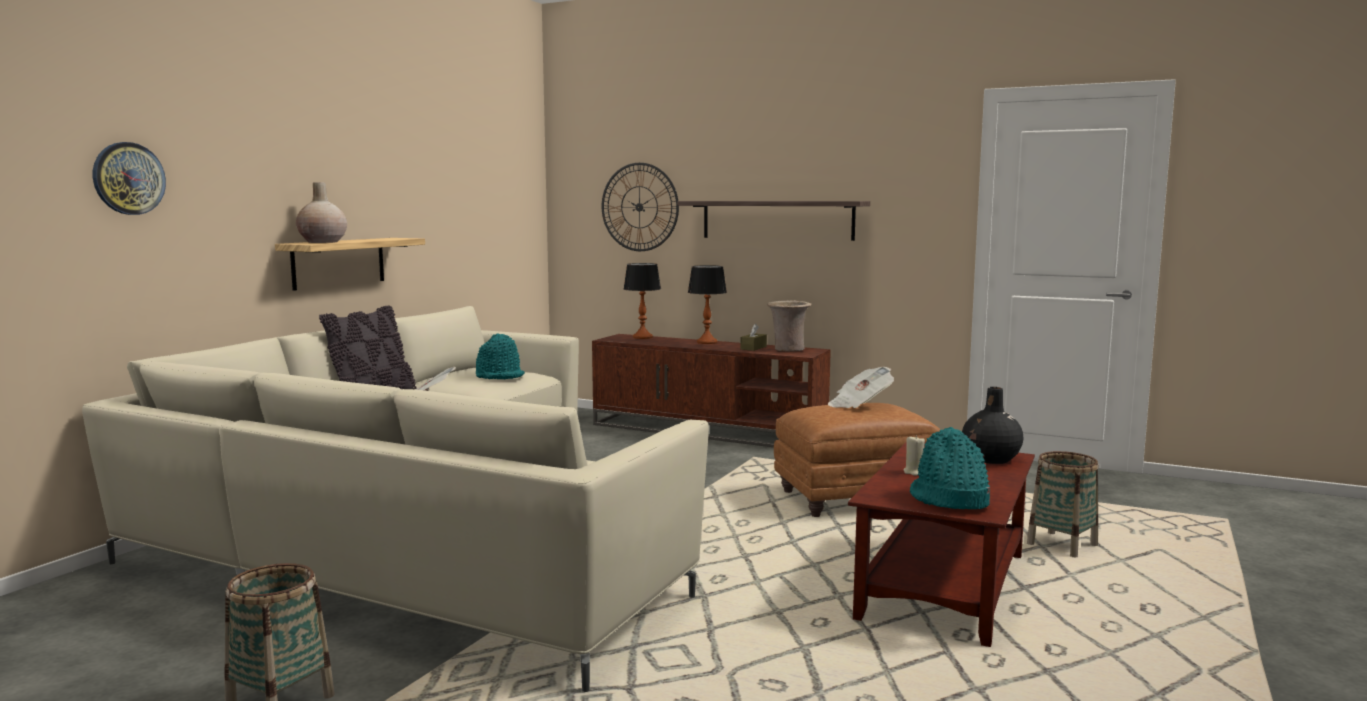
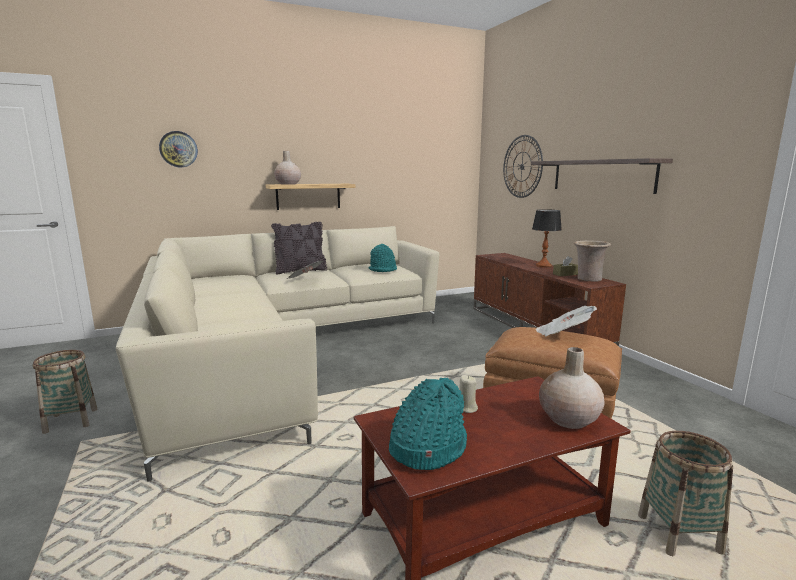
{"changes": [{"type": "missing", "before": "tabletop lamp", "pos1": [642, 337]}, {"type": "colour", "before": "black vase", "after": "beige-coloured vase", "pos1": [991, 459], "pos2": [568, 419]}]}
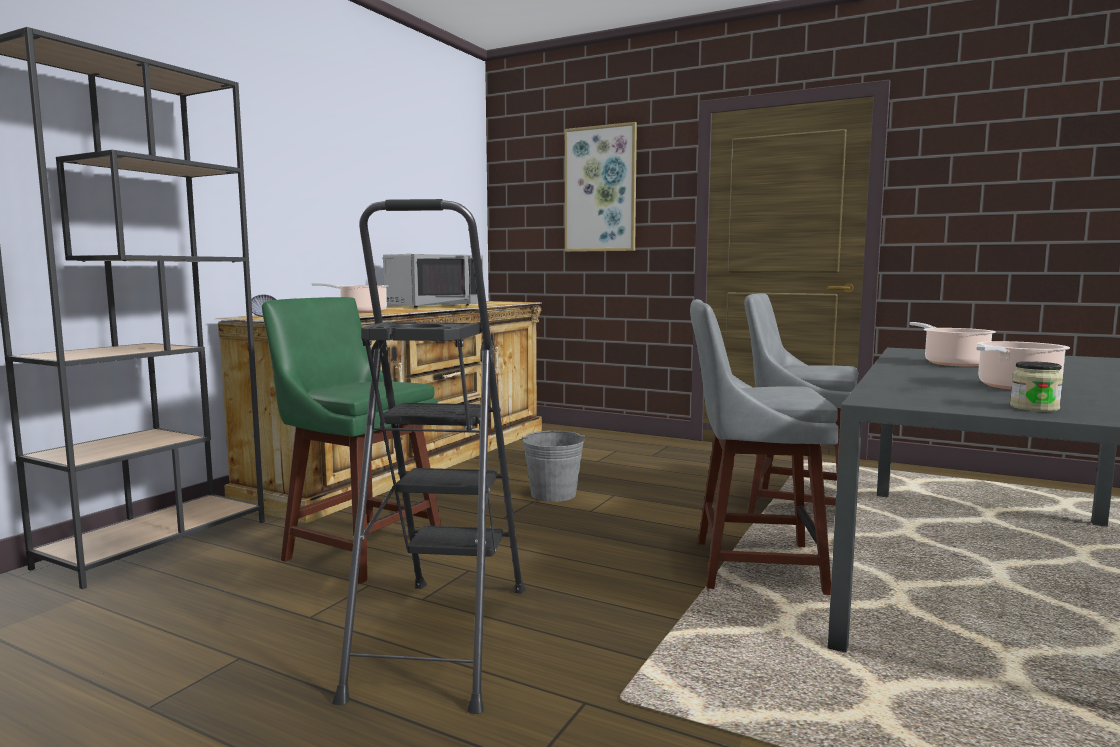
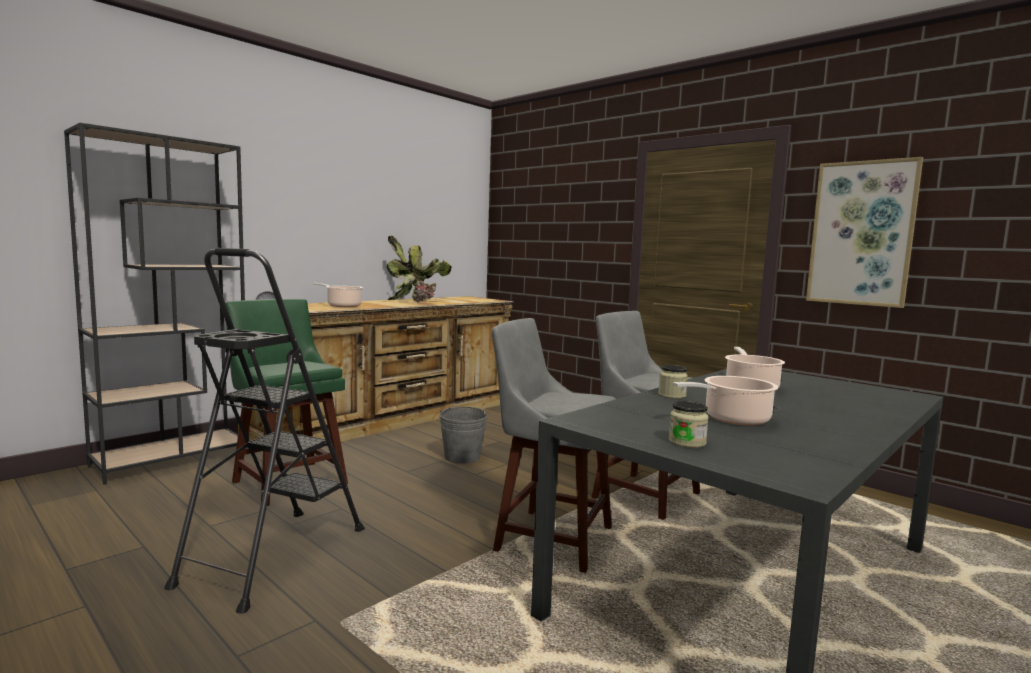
{"changes": [{"type": "exchanged", "before": "grey microwave", "after": "houseplant", "pos1": [434, 306], "pos2": [416, 301]}, {"type": "relocated", "before": "wall art", "pos1": [600, 189], "pos2": [861, 233]}, {"type": "appeared", "after": "storage jar", "pos2": [672, 395]}]}
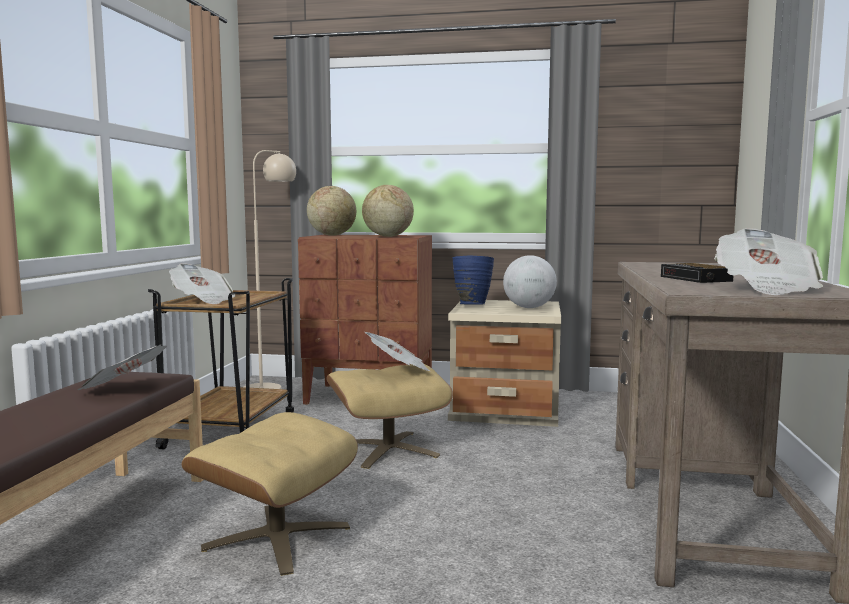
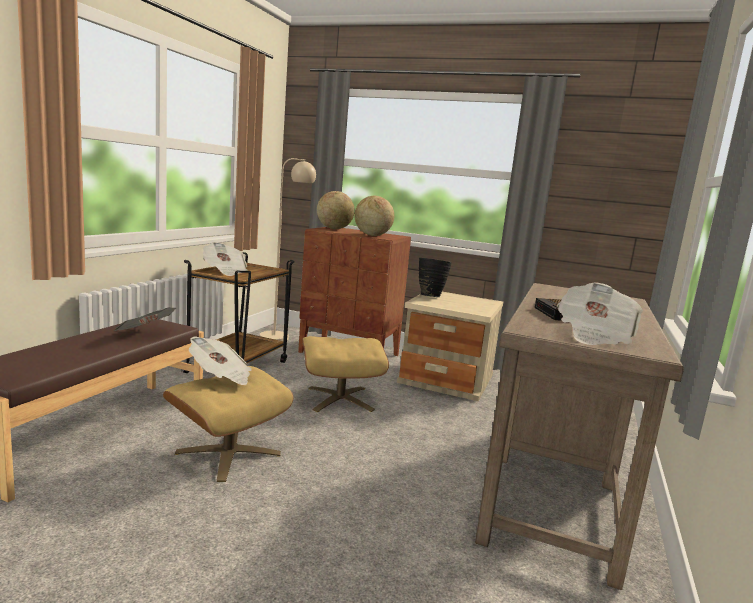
{"changes": [{"type": "relocated", "before": "daily paper", "pos1": [398, 369], "pos2": [221, 376]}, {"type": "colour", "before": "bluish vase", "after": "black vase", "pos1": [472, 305], "pos2": [430, 296]}, {"type": "missing", "before": "globe", "pos1": [529, 307]}]}
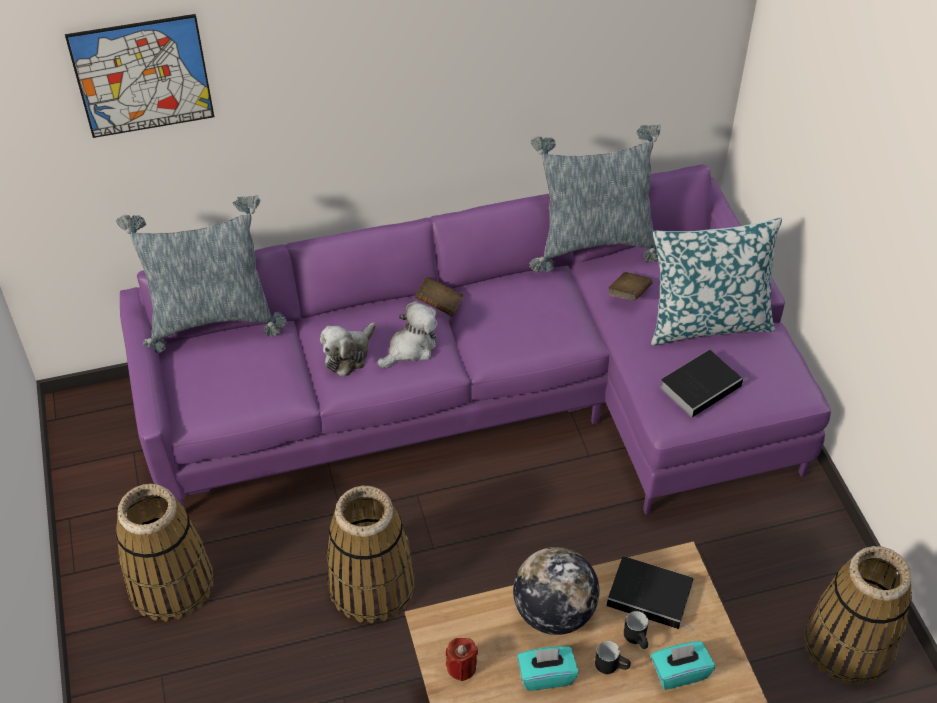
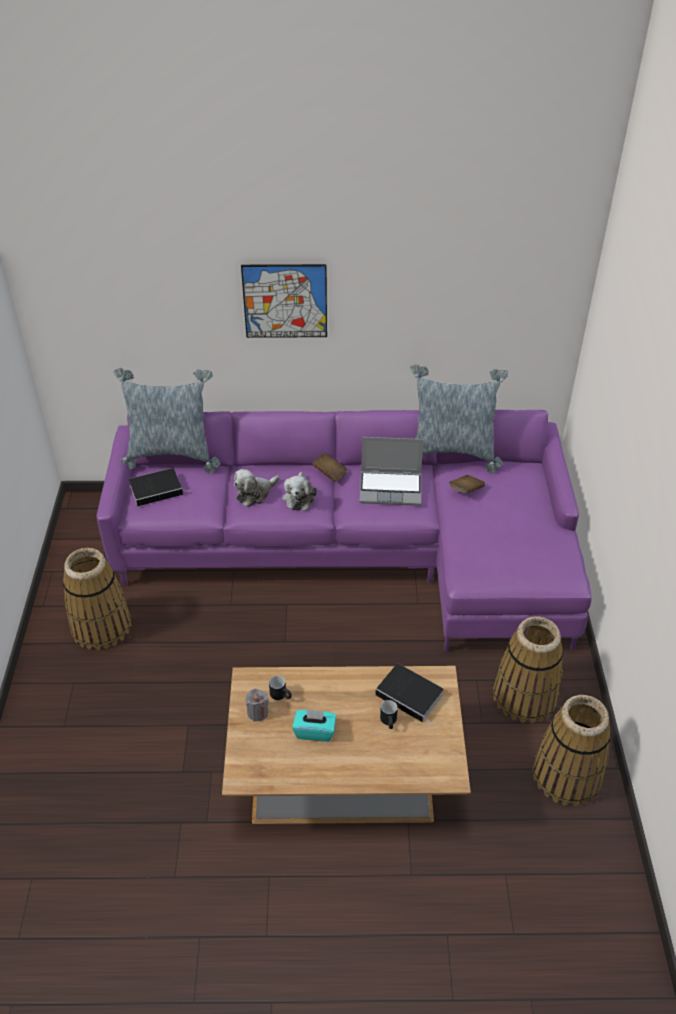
{"changes": [{"type": "relocated", "before": "wall art", "pos1": [142, 76], "pos2": [285, 301]}, {"type": "relocated", "before": "household basket", "pos1": [372, 585], "pos2": [525, 696]}, {"type": "spun", "before": "cuddly toy", "pos1": [411, 348], "pos2": [299, 497], "turn": 120}, {"type": "colour", "before": "red wax light", "after": "grey wax light", "pos1": [461, 667], "pos2": [257, 712]}, {"type": "missing", "before": "globe", "pos1": [553, 612]}, {"type": "relocated", "before": "black tea mug", "pos1": [612, 665], "pos2": [281, 695]}, {"type": "missing", "before": "pillow", "pos1": [707, 322]}, {"type": "missing", "before": "turquoise-coloured tissue holder", "pos1": [679, 672]}, {"type": "relocated", "before": "book", "pos1": [701, 385], "pos2": [157, 489]}, {"type": "appeared", "after": "notebook computer", "pos2": [391, 488]}]}
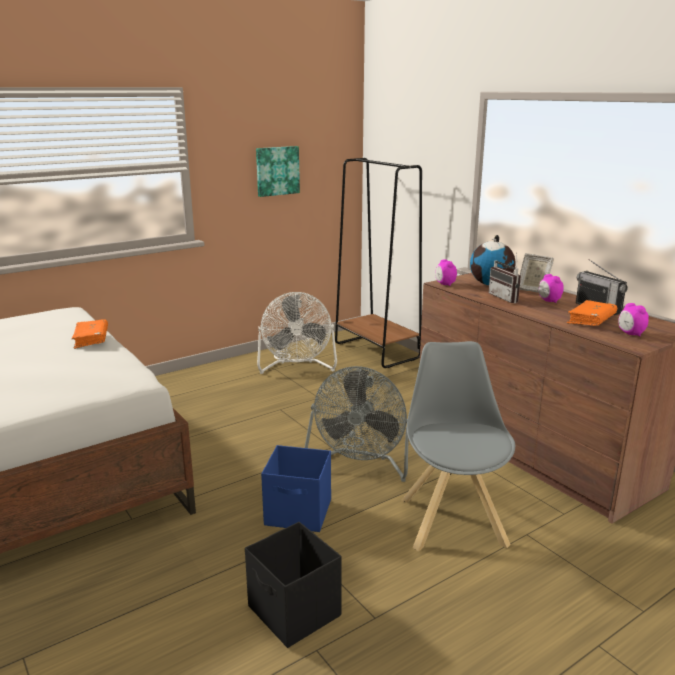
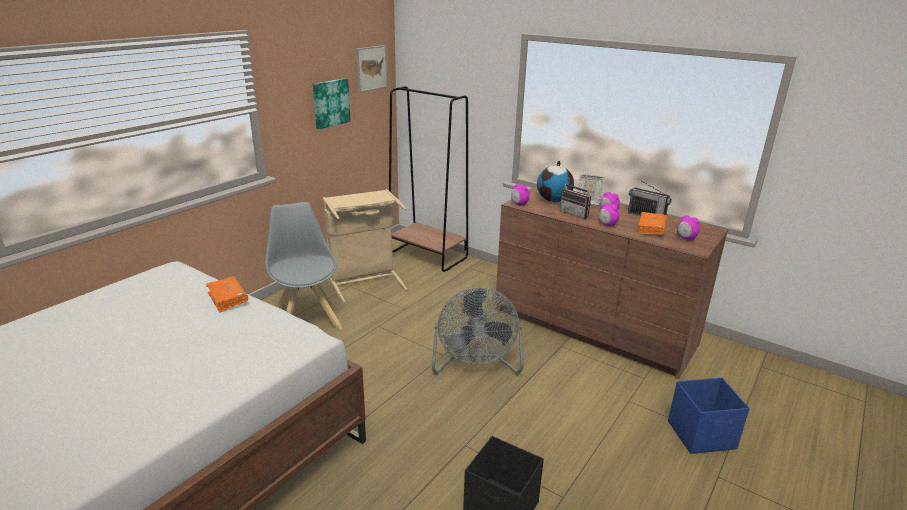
{"changes": [{"type": "exchanged", "before": "white electric fan", "after": "beige-coloured laundry basket", "pos1": [294, 366], "pos2": [365, 281]}, {"type": "relocated", "before": "bluish storage bin", "pos1": [299, 513], "pos2": [702, 435]}, {"type": "relocated", "before": "grey plain chair", "pos1": [452, 519], "pos2": [307, 320]}, {"type": "appeared", "after": "wall art", "pos2": [371, 68]}, {"type": "appeared", "after": "alarm clock", "pos2": [607, 225]}]}
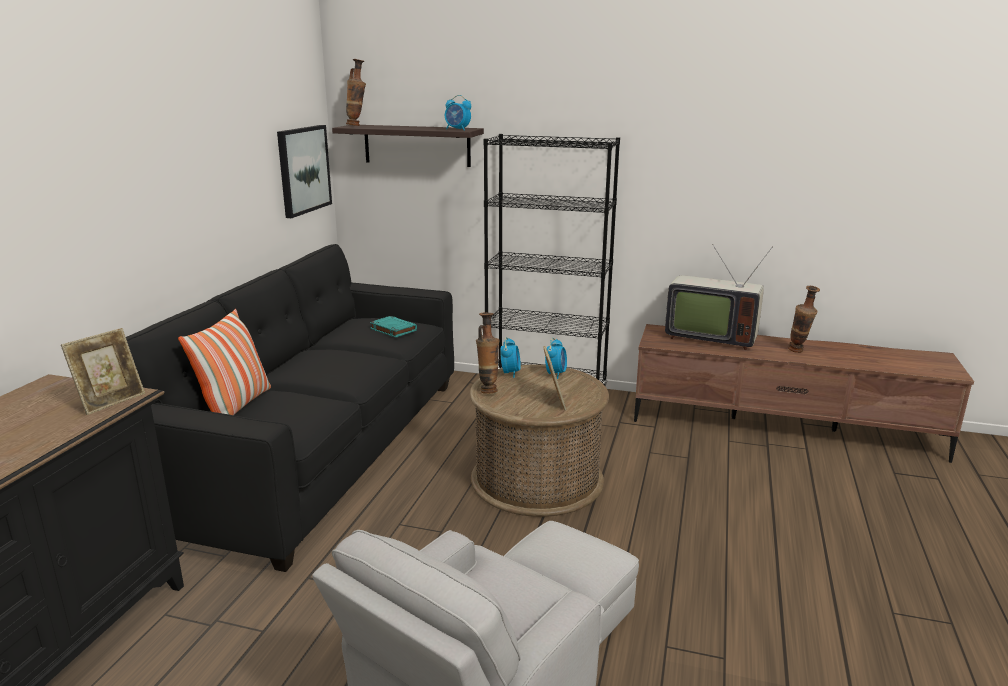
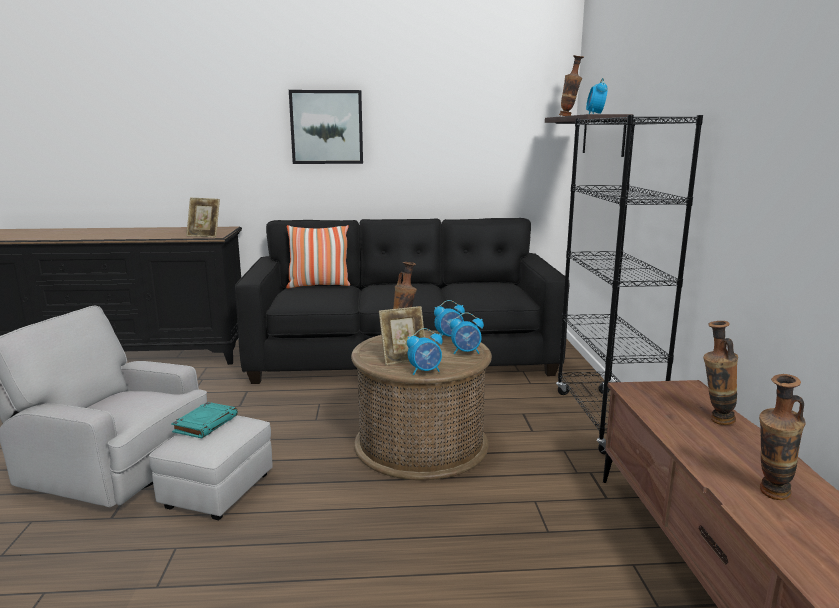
{"changes": [{"type": "relocated", "before": "wall art", "pos1": [303, 170], "pos2": [326, 127]}, {"type": "relocated", "before": "turquoise-coloured book", "pos1": [393, 329], "pos2": [206, 423]}, {"type": "exchanged", "before": "TV set", "after": "vase", "pos1": [710, 337], "pos2": [714, 421]}, {"type": "appeared", "after": "alarm clock", "pos2": [425, 371]}]}
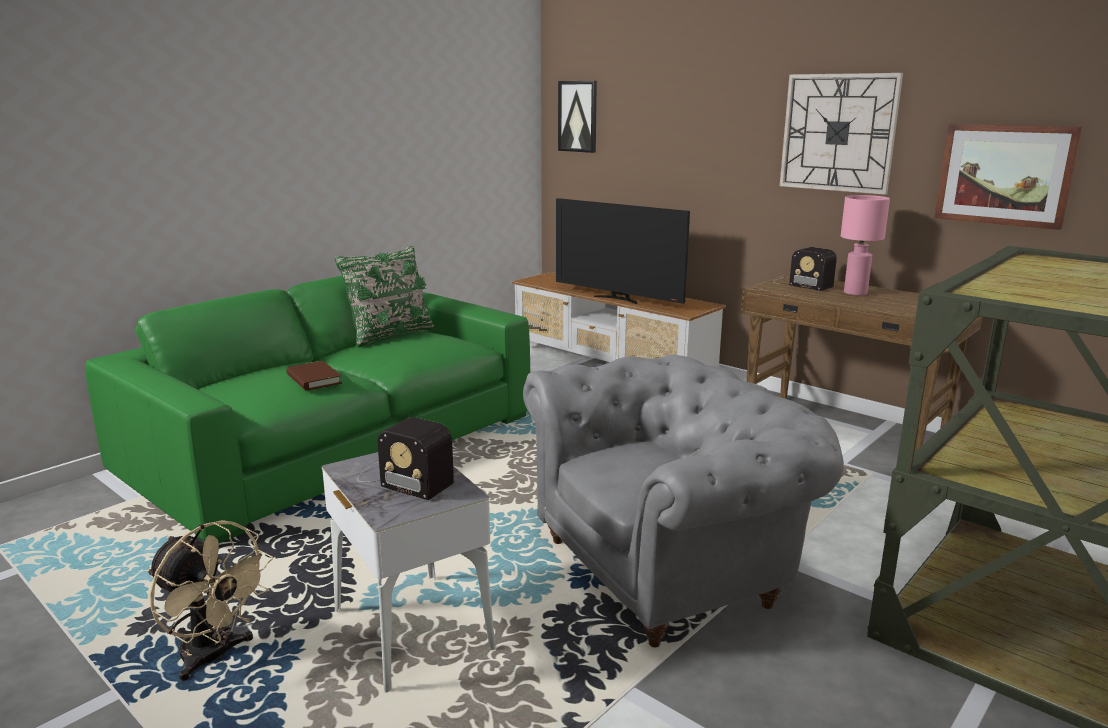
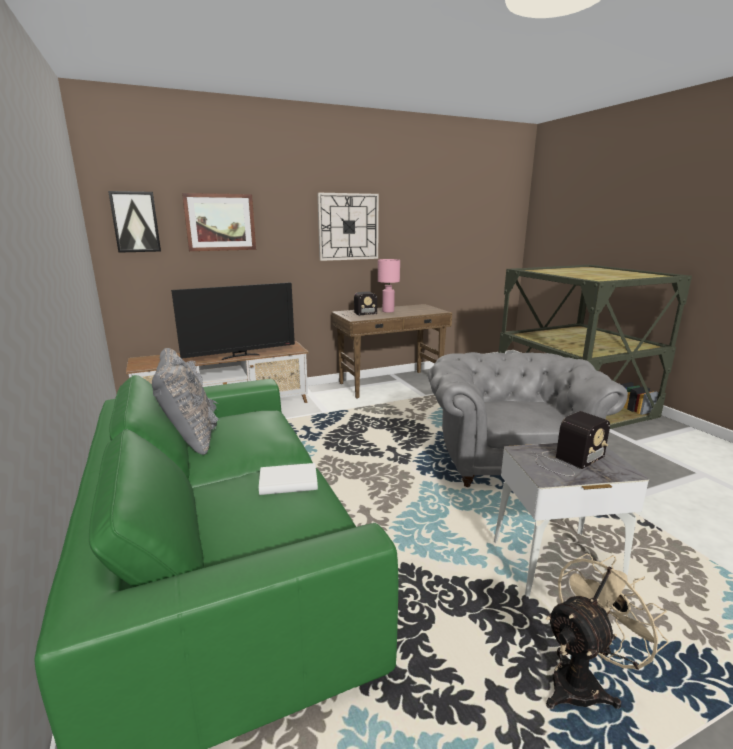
{"changes": [{"type": "colour", "before": "brown-coloured book", "after": "white book", "pos1": [314, 379], "pos2": [288, 482]}, {"type": "colour", "before": "greenish pillow", "after": "grey pillow", "pos1": [390, 336], "pos2": [192, 437]}, {"type": "relocated", "before": "wall art", "pos1": [1004, 175], "pos2": [220, 222]}]}
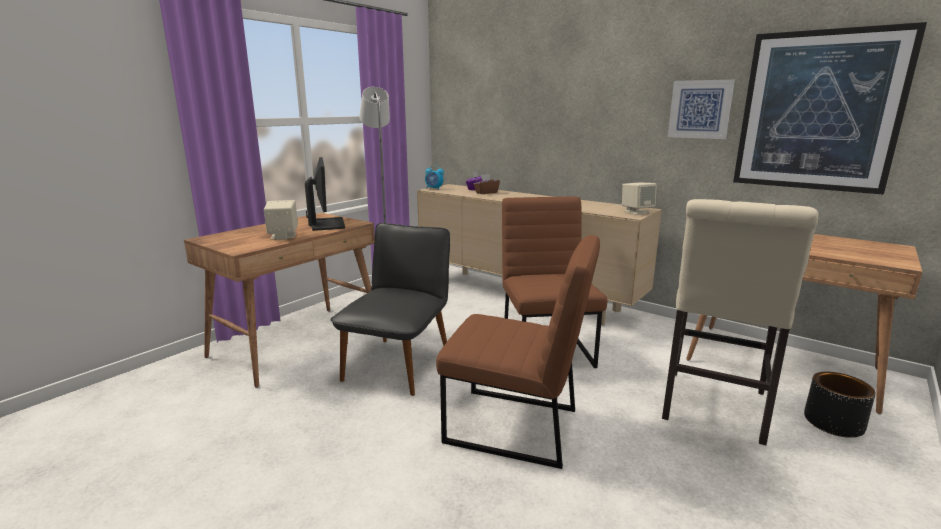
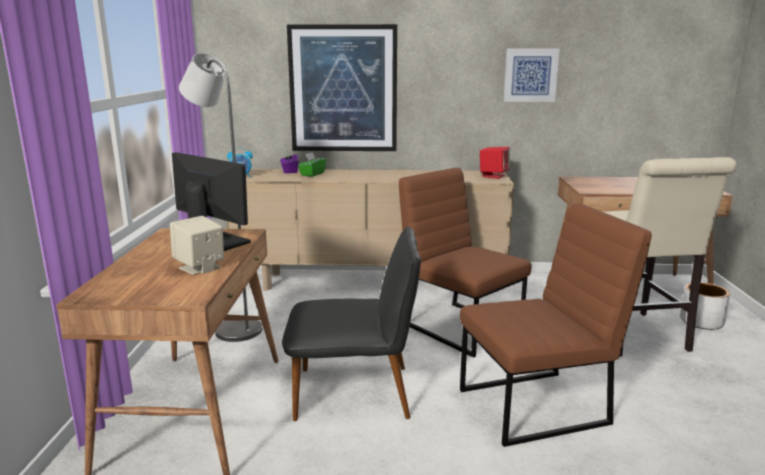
{"changes": [{"type": "spun", "before": "black plain chair", "pos1": [397, 365], "pos2": [353, 392], "turn": 105}, {"type": "colour", "before": "brown-coloured tissue holder", "after": "greenish tissue holder", "pos1": [486, 192], "pos2": [312, 174]}, {"type": "colour", "before": "beige-coloured speaker", "after": "red speaker", "pos1": [636, 212], "pos2": [493, 176]}, {"type": "relocated", "before": "wall art", "pos1": [818, 111], "pos2": [343, 89]}, {"type": "colour", "before": "black planter", "after": "white planter", "pos1": [833, 424], "pos2": [701, 322]}]}
